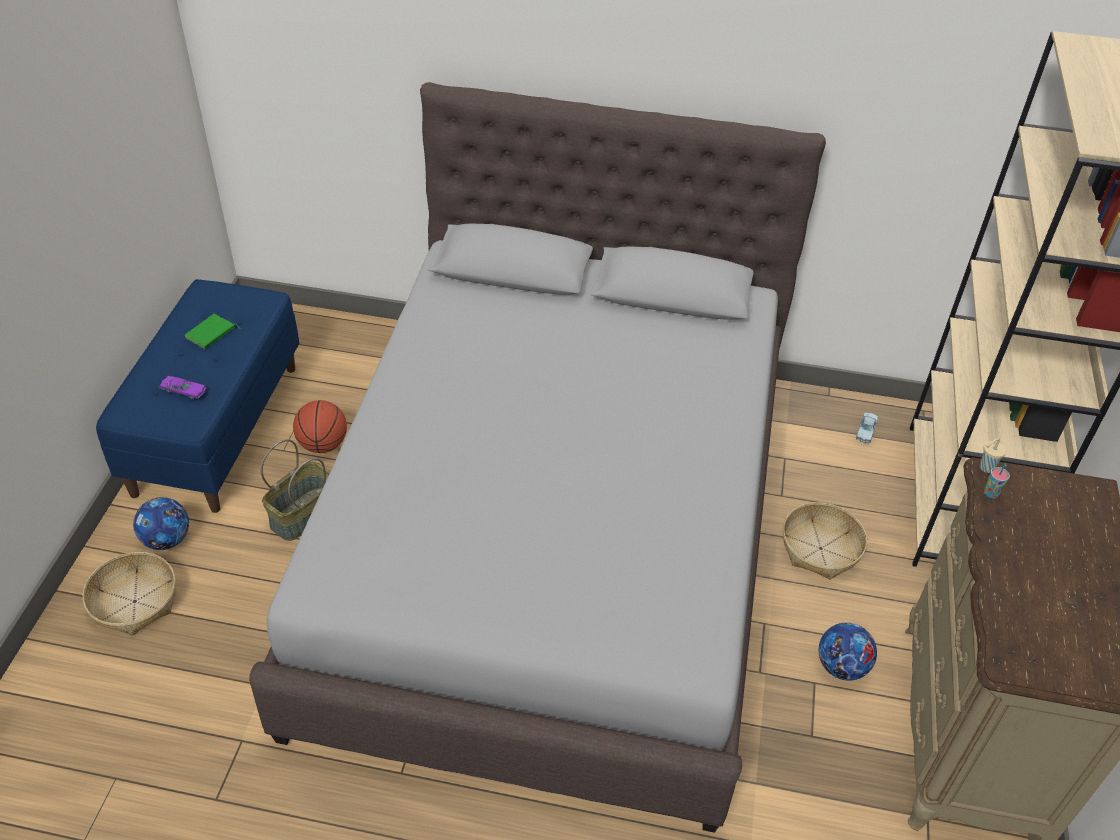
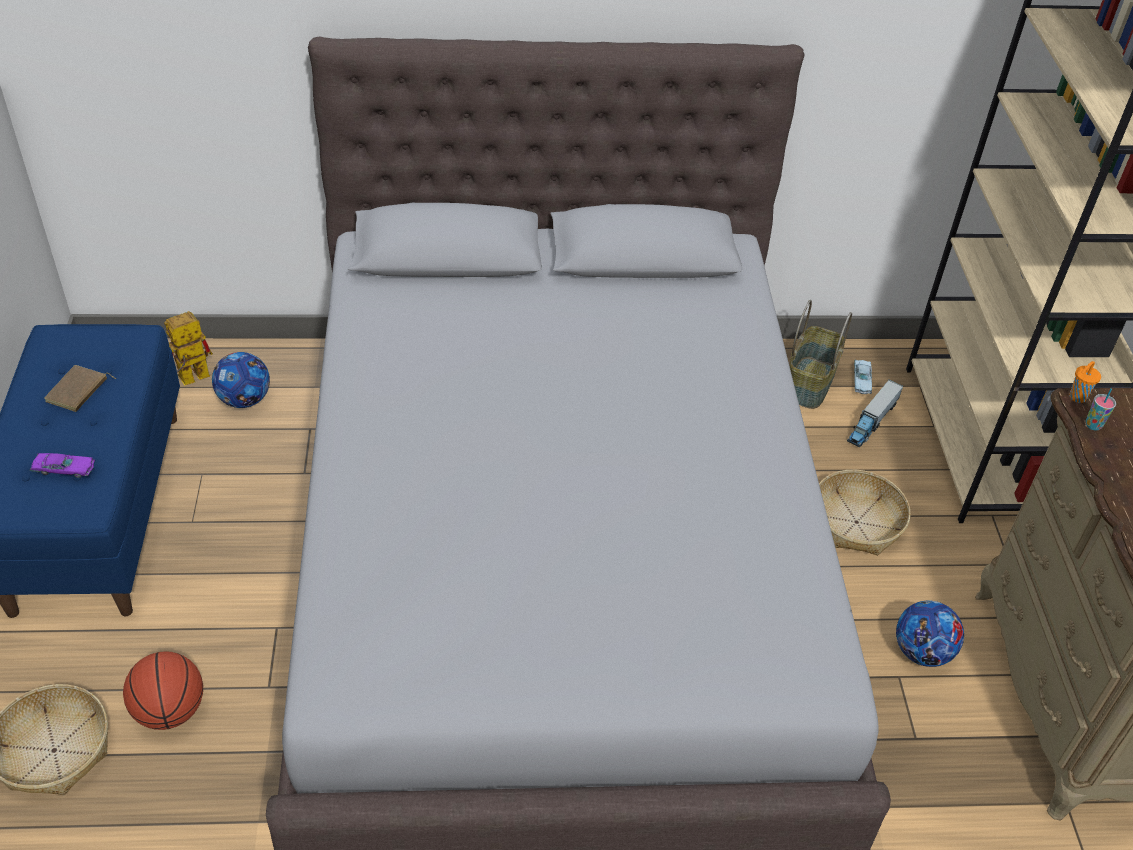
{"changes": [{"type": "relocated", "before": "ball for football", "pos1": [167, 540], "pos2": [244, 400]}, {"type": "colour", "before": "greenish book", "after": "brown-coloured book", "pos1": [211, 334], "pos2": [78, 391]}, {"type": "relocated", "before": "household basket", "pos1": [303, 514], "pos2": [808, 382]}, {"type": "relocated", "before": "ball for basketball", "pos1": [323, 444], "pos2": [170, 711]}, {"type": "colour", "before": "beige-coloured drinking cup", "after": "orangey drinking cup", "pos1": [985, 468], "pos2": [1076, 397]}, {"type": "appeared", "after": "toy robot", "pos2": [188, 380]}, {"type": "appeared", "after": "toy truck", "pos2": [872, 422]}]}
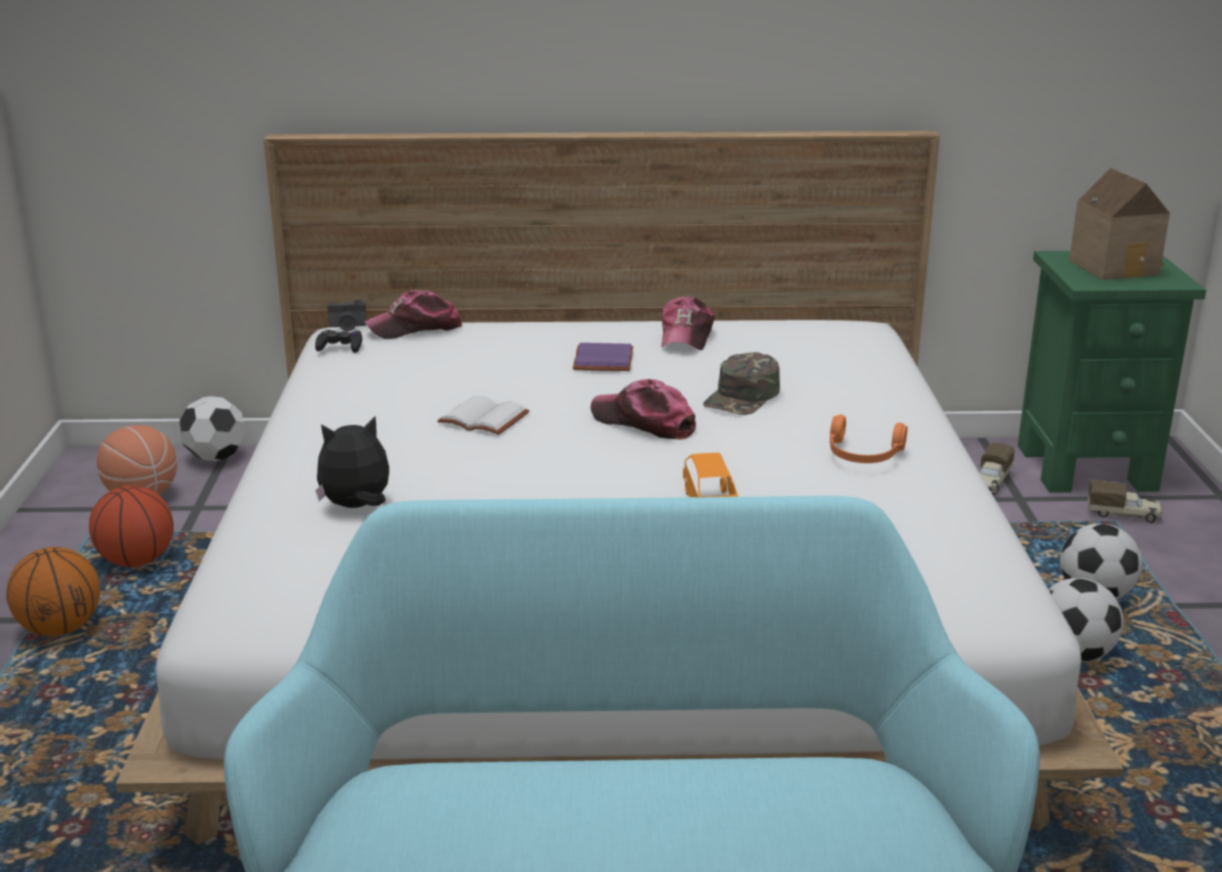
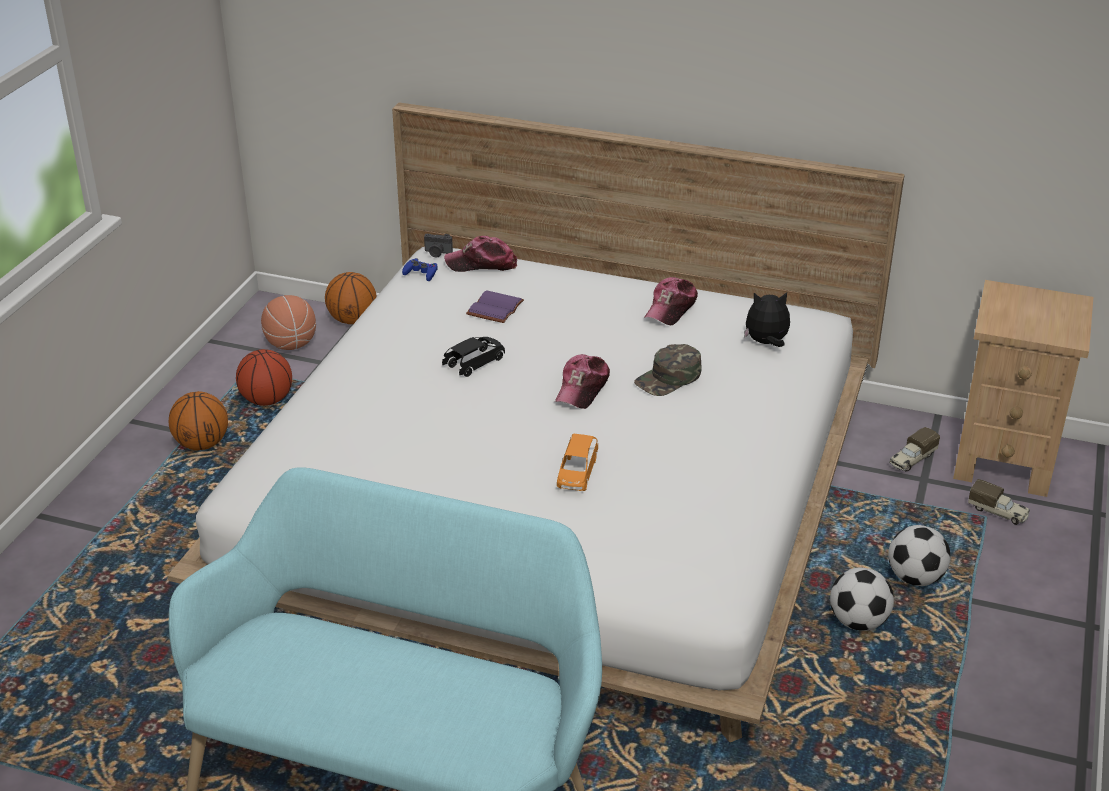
{"changes": [{"type": "exchanged", "before": "ball for football", "after": "ball for basketball", "pos1": [216, 457], "pos2": [352, 320]}, {"type": "colour", "before": "black joypad", "after": "bluish joypad", "pos1": [340, 346], "pos2": [421, 273]}, {"type": "relocated", "before": "cuddly toy", "pos1": [356, 507], "pos2": [766, 343]}, {"type": "exchanged", "before": "white book", "after": "black toy car", "pos1": [481, 419], "pos2": [475, 363]}, {"type": "relocated", "before": "purple-coloured book", "pos1": [601, 360], "pos2": [494, 308]}, {"type": "spun", "before": "cap", "pos1": [644, 422], "pos2": [582, 388], "turn": -120}, {"type": "missing", "before": "orangey pair of headphones", "pos1": [863, 455]}, {"type": "colour", "before": "greenish bedside table", "after": "beige-coloured bedside table", "pos1": [1088, 468], "pos2": [1004, 463]}, {"type": "missing", "before": "toy house", "pos1": [1117, 267]}]}
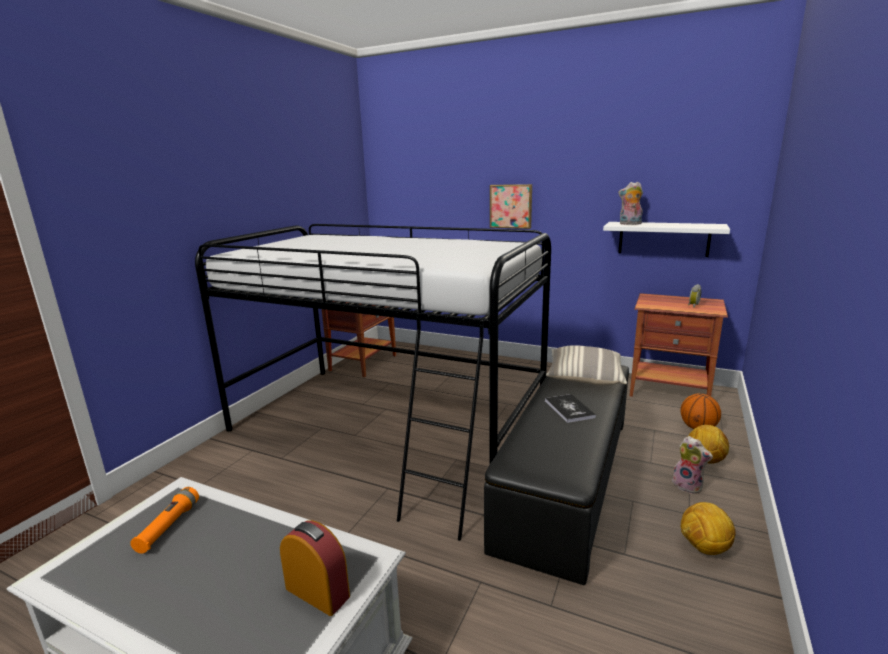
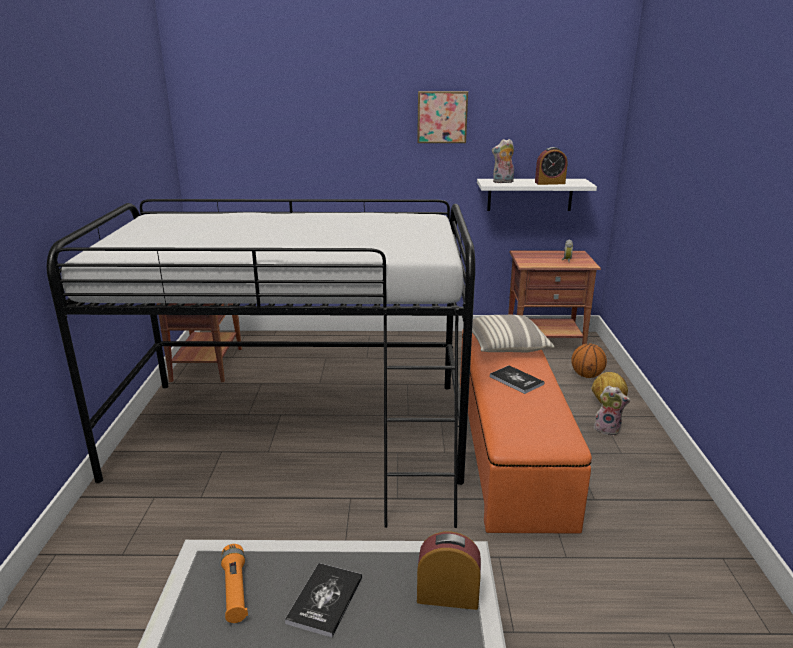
{"changes": [{"type": "colour", "before": "black long seat", "after": "orangey long seat", "pos1": [566, 476], "pos2": [508, 444]}, {"type": "relocated", "before": "wall art", "pos1": [511, 206], "pos2": [442, 117]}, {"type": "missing", "before": "ball for football", "pos1": [704, 548]}, {"type": "appeared", "after": "book", "pos2": [325, 600]}, {"type": "appeared", "after": "alarm clock", "pos2": [550, 183]}]}
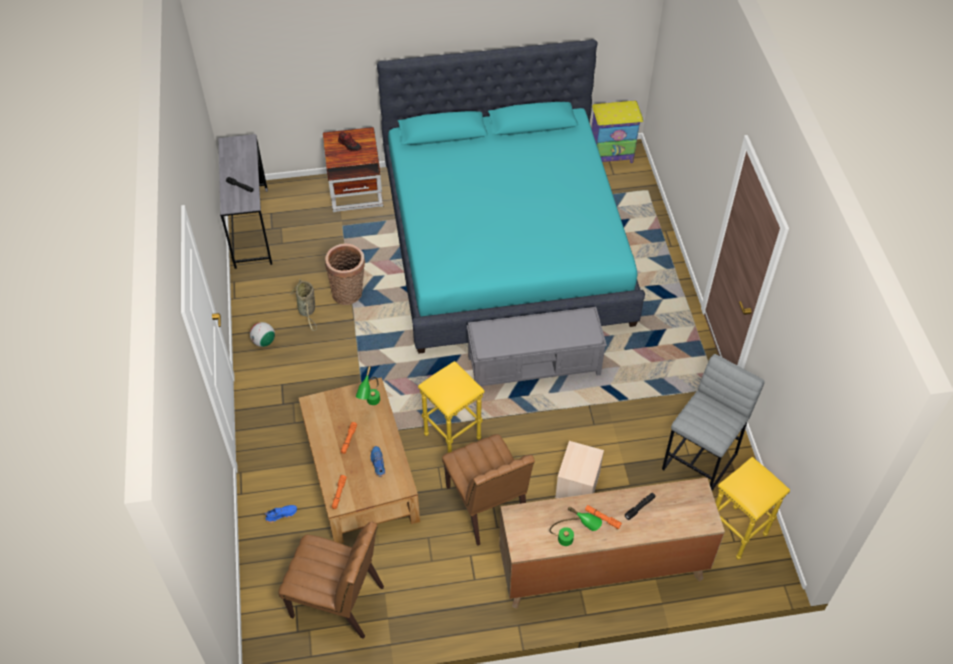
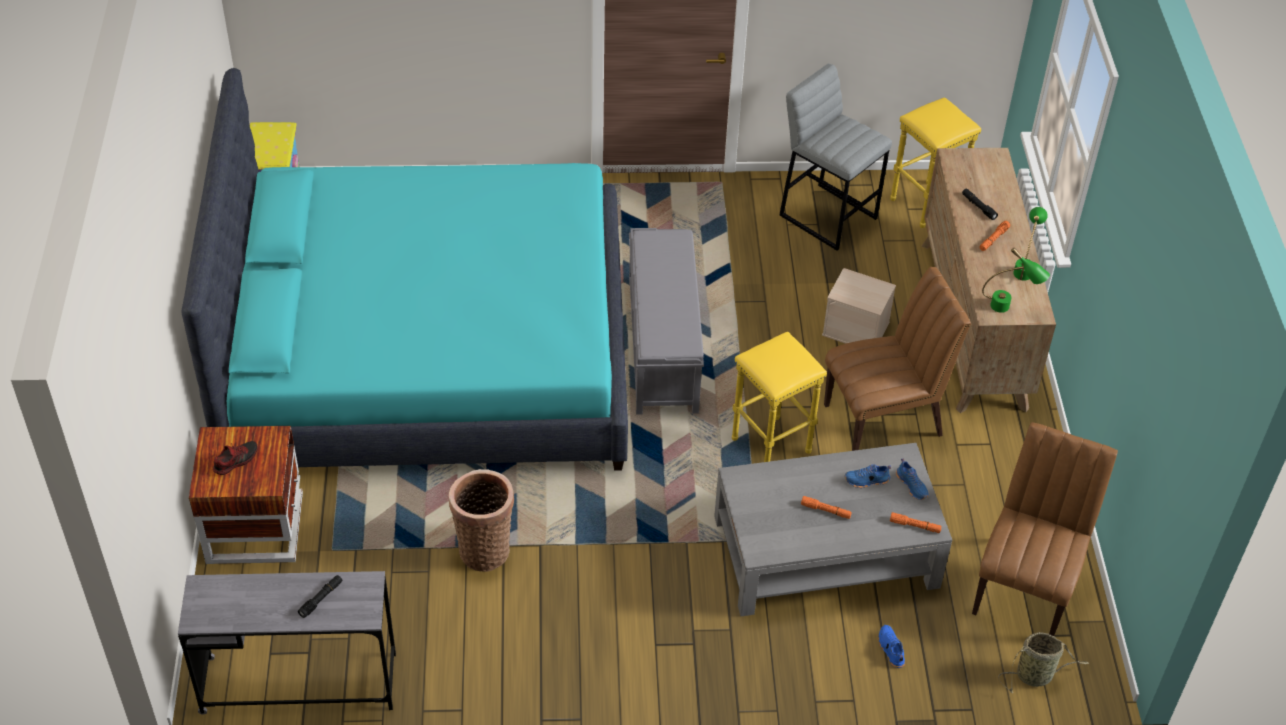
{"changes": [{"type": "missing", "before": "ball for football", "pos1": [264, 341]}, {"type": "relocated", "before": "household basket", "pos1": [307, 311], "pos2": [1036, 675]}, {"type": "colour", "before": "brown-coloured lounge table", "after": "grey lounge table", "pos1": [361, 473], "pos2": [826, 552]}, {"type": "relocated", "before": "greenish tabletop lamp", "pos1": [371, 405], "pos2": [1009, 308]}, {"type": "appeared", "after": "bluish low shoe", "pos2": [912, 485]}]}
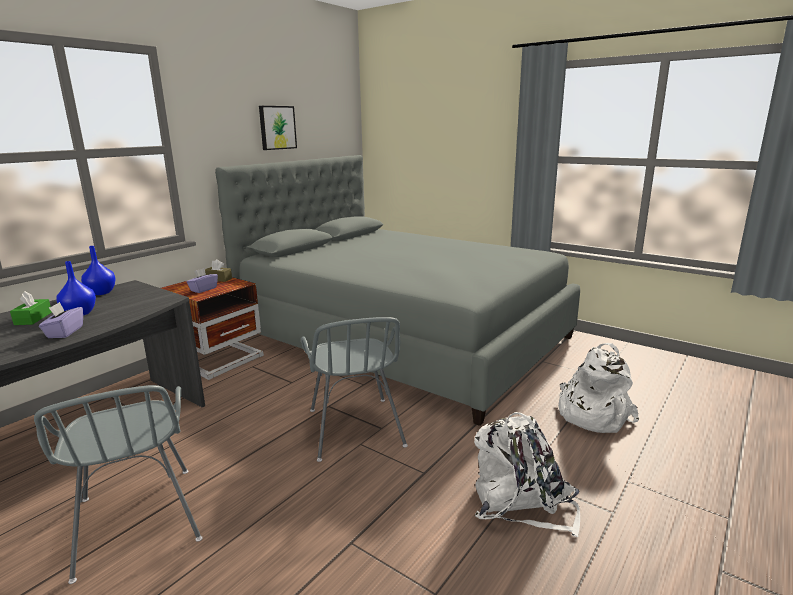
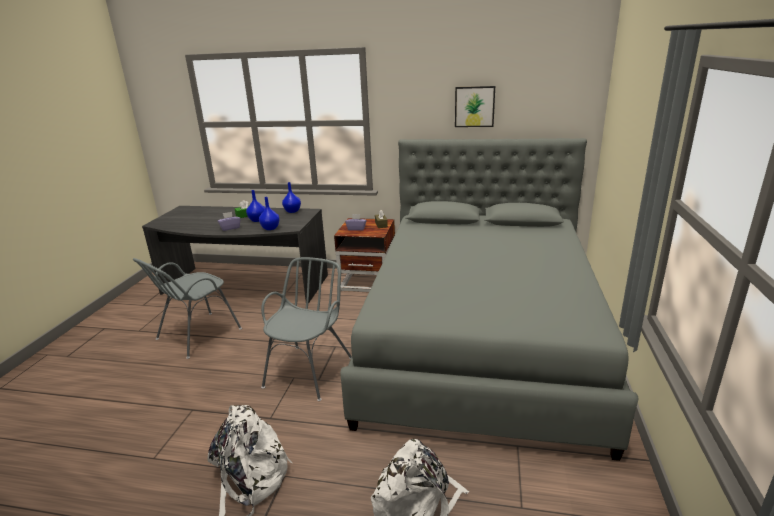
{"changes": [{"type": "spun", "before": "grey plain chair", "pos1": [356, 430], "pos2": [310, 369], "turn": 150}, {"type": "appeared", "after": "bluish vase", "pos2": [270, 228]}]}
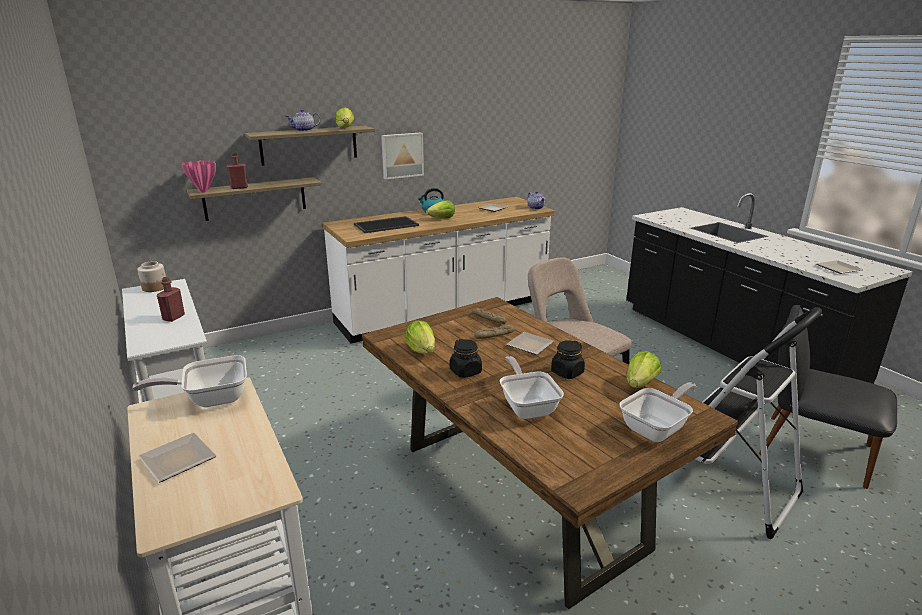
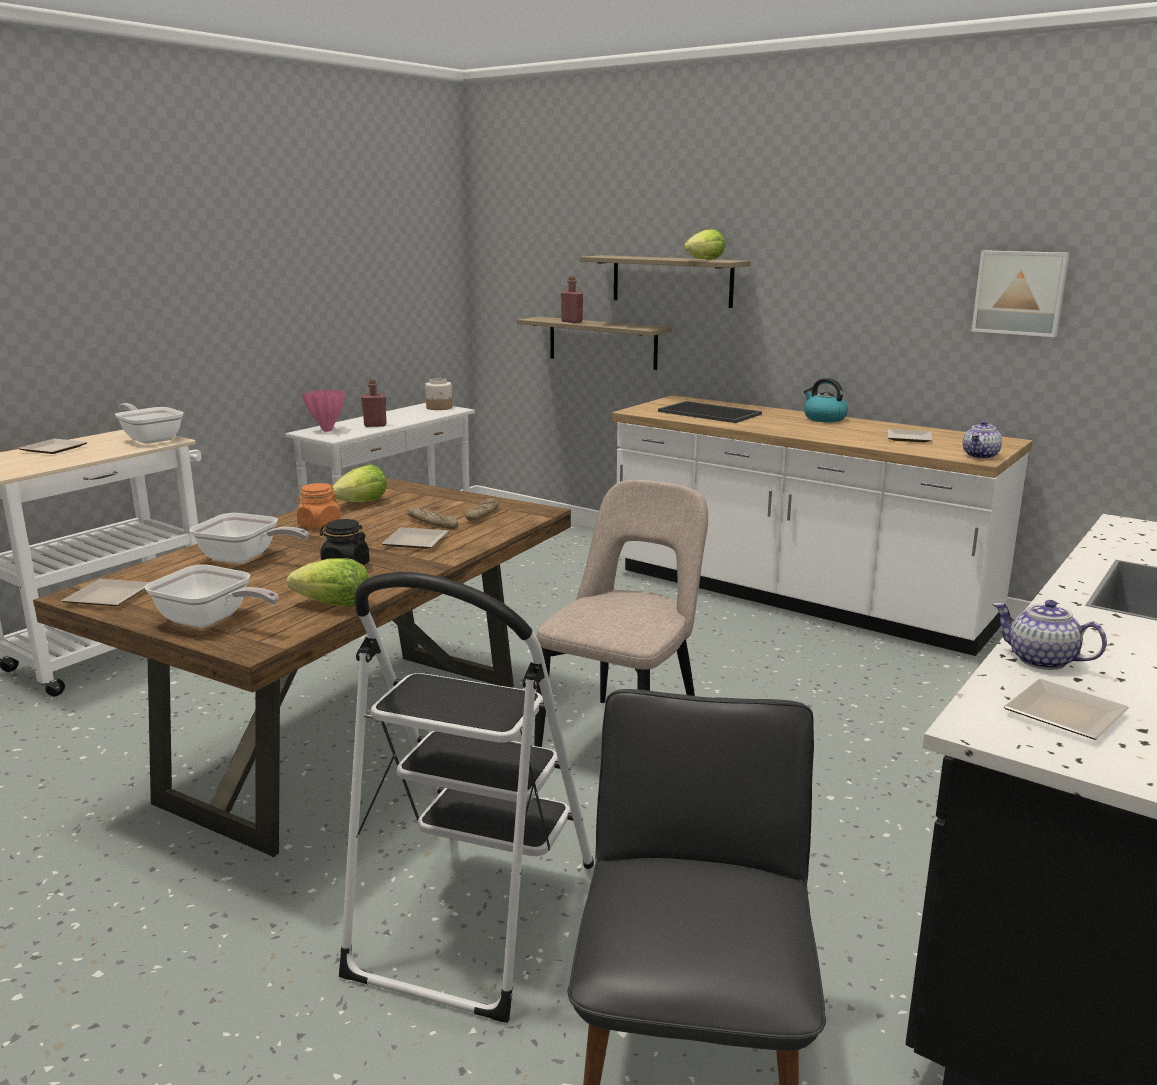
{"changes": [{"type": "relocated", "before": "pink-coloured vase", "pos1": [203, 191], "pos2": [327, 430]}, {"type": "relocated", "before": "pot for tea", "pos1": [304, 130], "pos2": [1040, 660]}, {"type": "relocated", "before": "wall art", "pos1": [402, 155], "pos2": [1020, 292]}, {"type": "missing", "before": "head of lettuce", "pos1": [442, 218]}, {"type": "colour", "before": "black storage jar", "after": "orangey storage jar", "pos1": [465, 371], "pos2": [319, 525]}, {"type": "spun", "before": "frying pan", "pos1": [527, 406], "pos2": [245, 558], "turn": 60}, {"type": "appeared", "after": "flat dish", "pos2": [108, 596]}]}
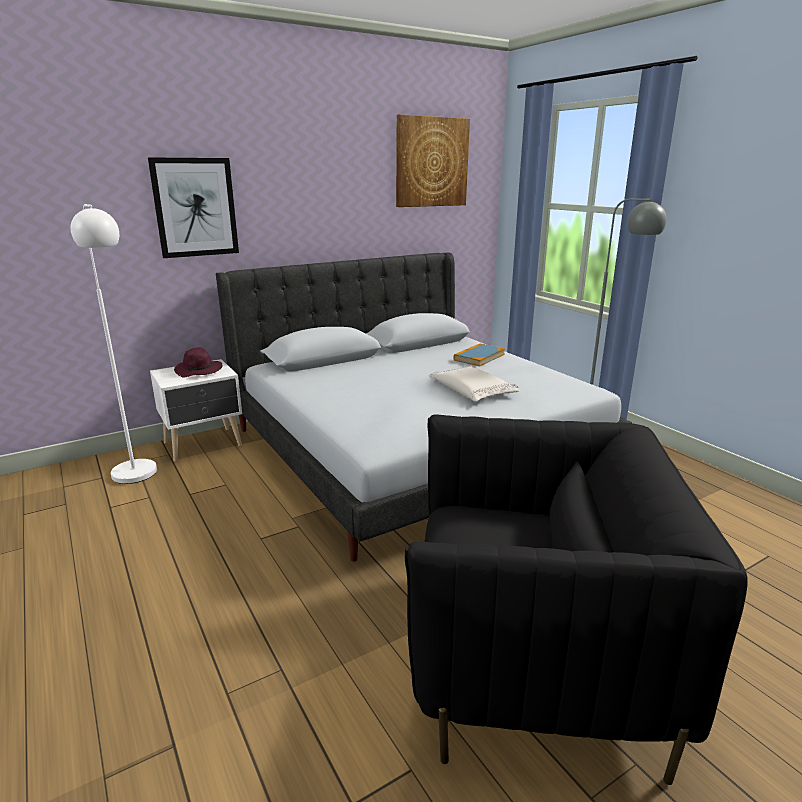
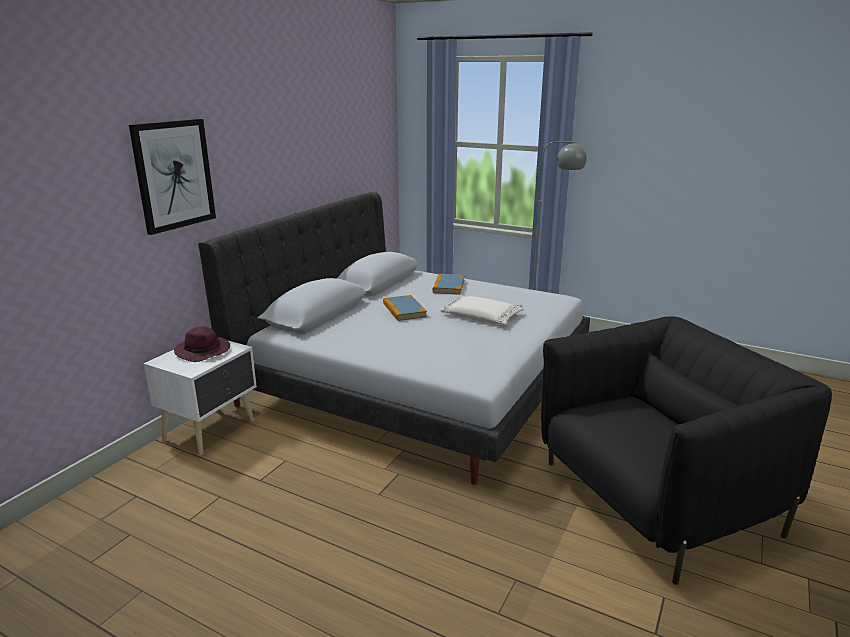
{"changes": [{"type": "missing", "before": "white floor lamp", "pos1": [138, 478]}, {"type": "missing", "before": "wall art", "pos1": [431, 162]}, {"type": "appeared", "after": "book", "pos2": [404, 310]}]}
